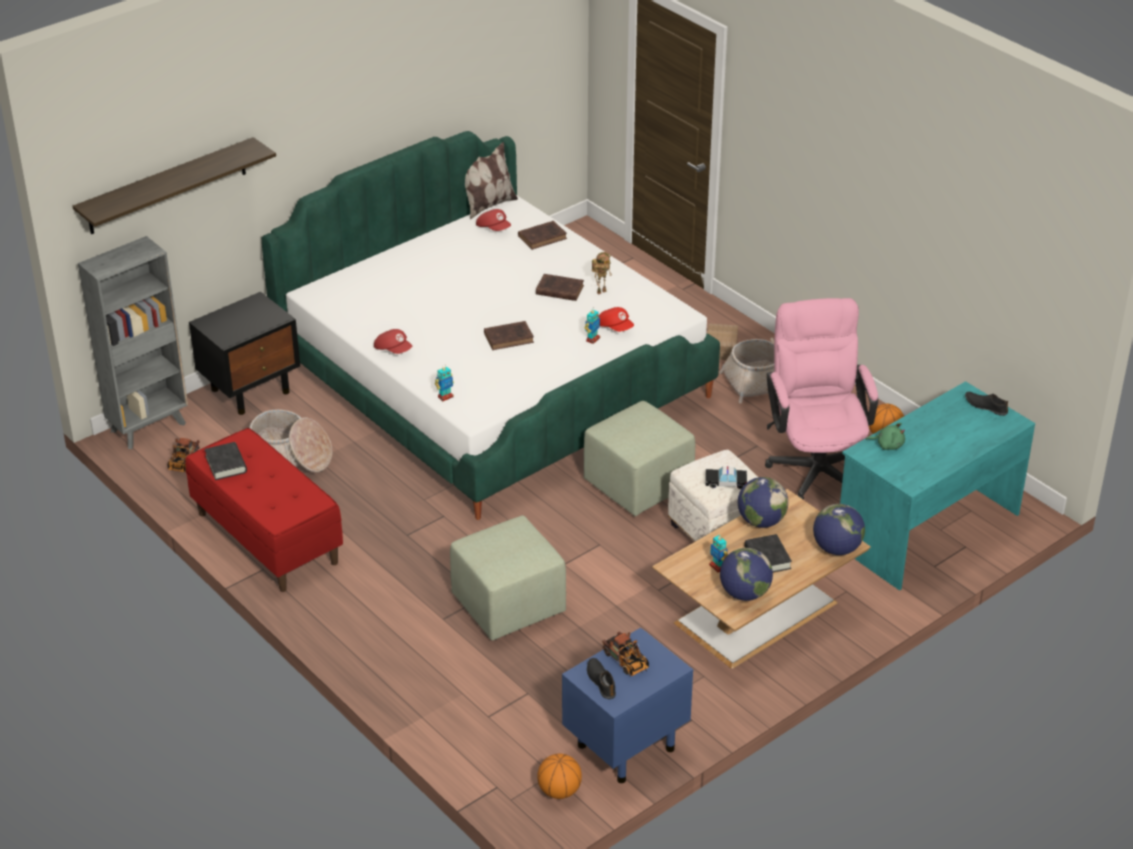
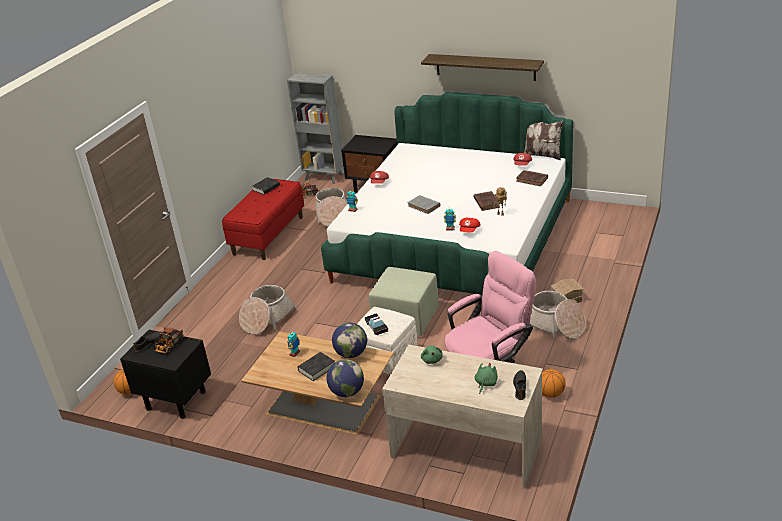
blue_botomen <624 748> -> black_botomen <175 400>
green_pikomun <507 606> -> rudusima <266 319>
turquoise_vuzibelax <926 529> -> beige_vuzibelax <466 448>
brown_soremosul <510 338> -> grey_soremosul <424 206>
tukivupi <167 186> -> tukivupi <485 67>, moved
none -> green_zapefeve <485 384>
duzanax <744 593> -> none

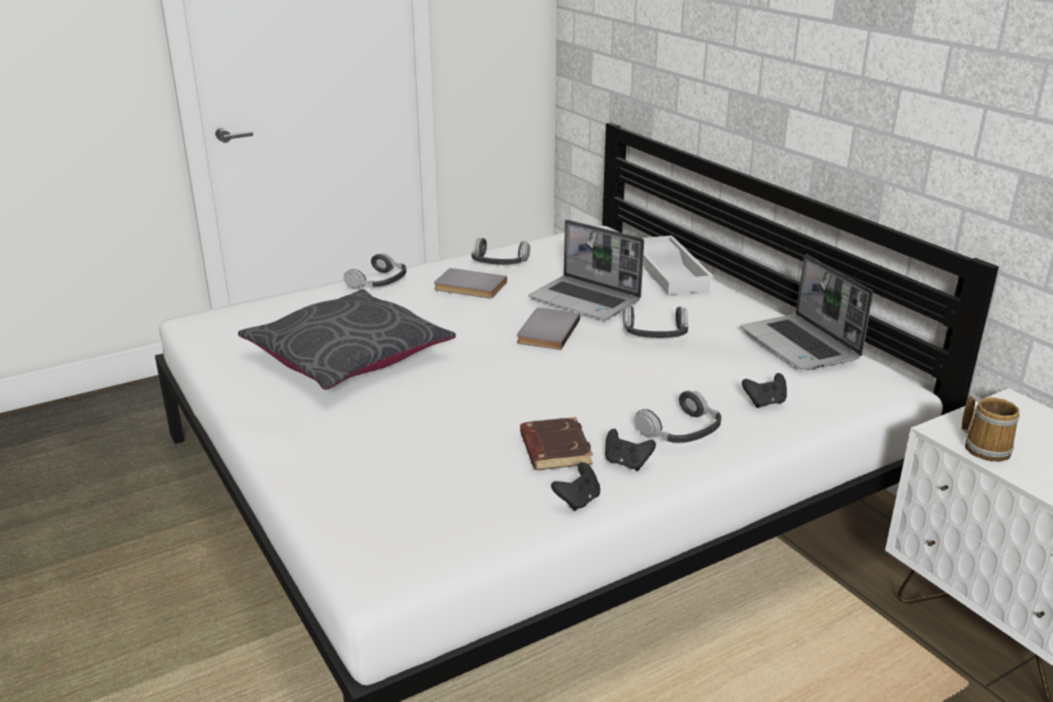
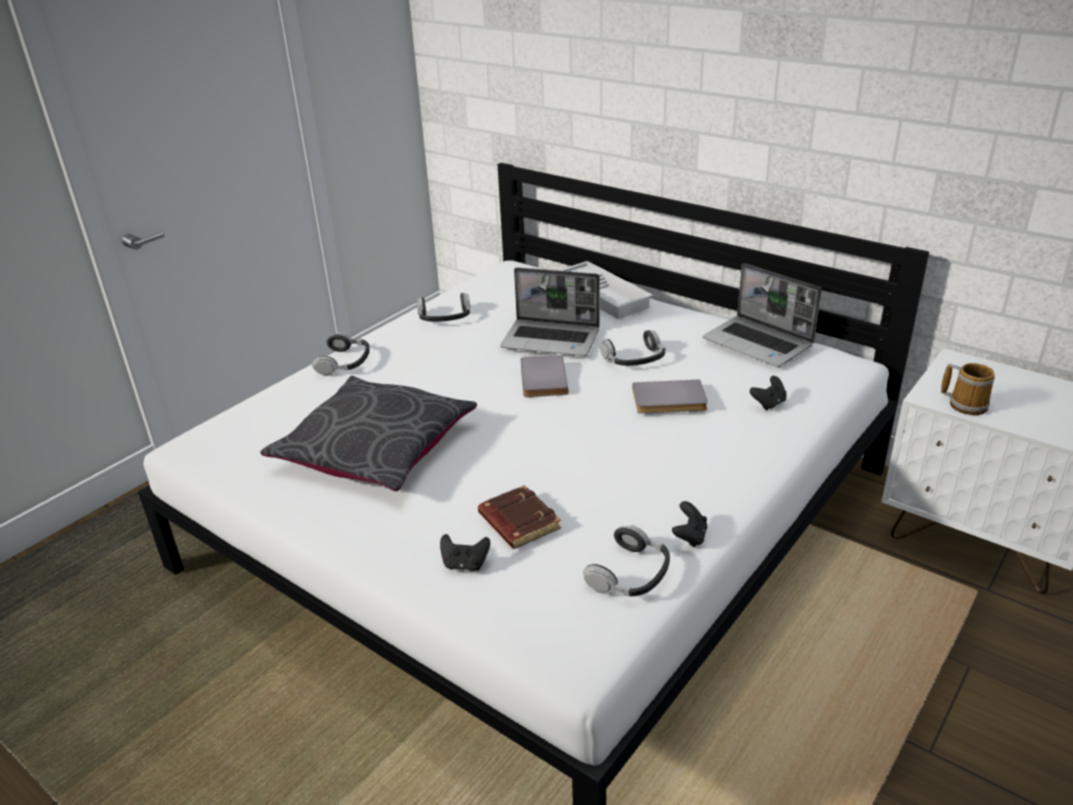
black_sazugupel <626 463> -> black_sazugupel <465 564>, moved
brown_soremosul <554 449> -> brown_soremosul <517 522>, moved
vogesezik <680 430> -> vogesezik <630 574>, moved
grey_soremosul <469 287> -> grey_soremosul <669 401>, moved

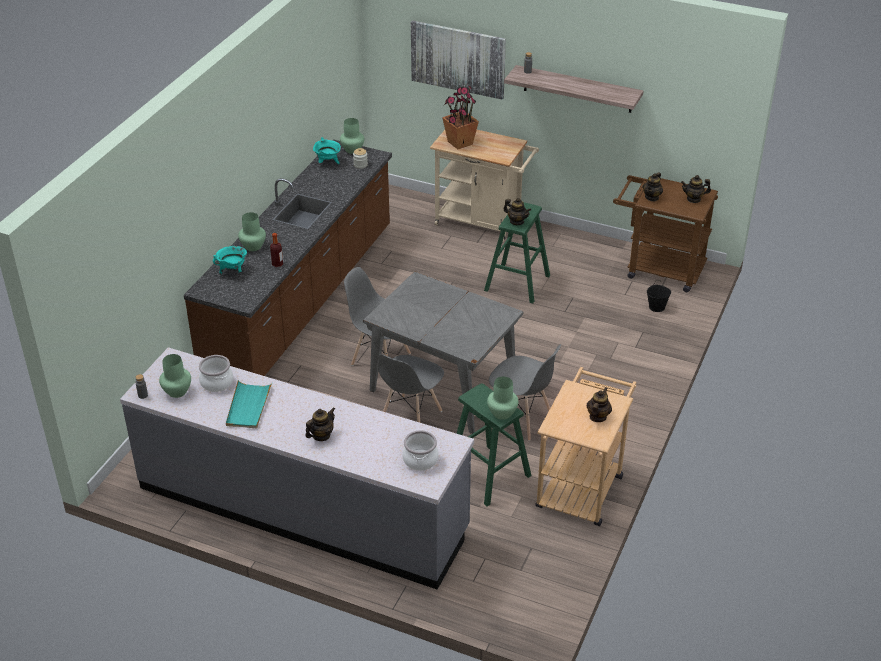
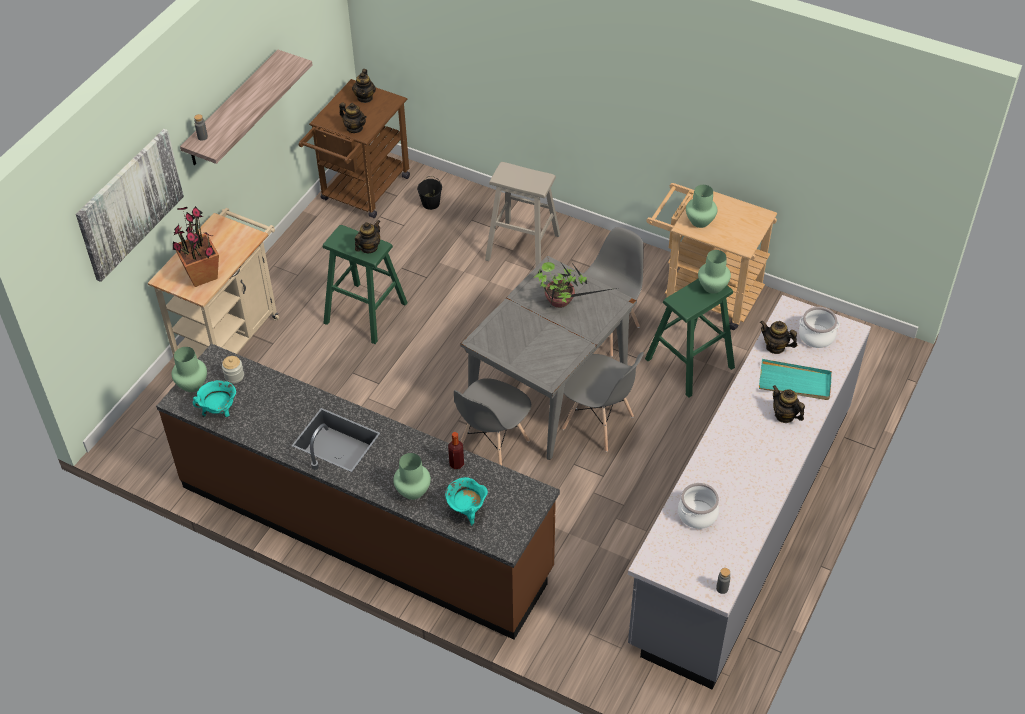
none -> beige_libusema <523 247>
none -> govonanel <561 302>
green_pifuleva <177 391> -> green_pifuleva <699 221>, moved
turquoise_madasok <248 406> -> turquoise_madasok <795 382>, moved
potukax <597 417> -> potukax <775 347>, moved

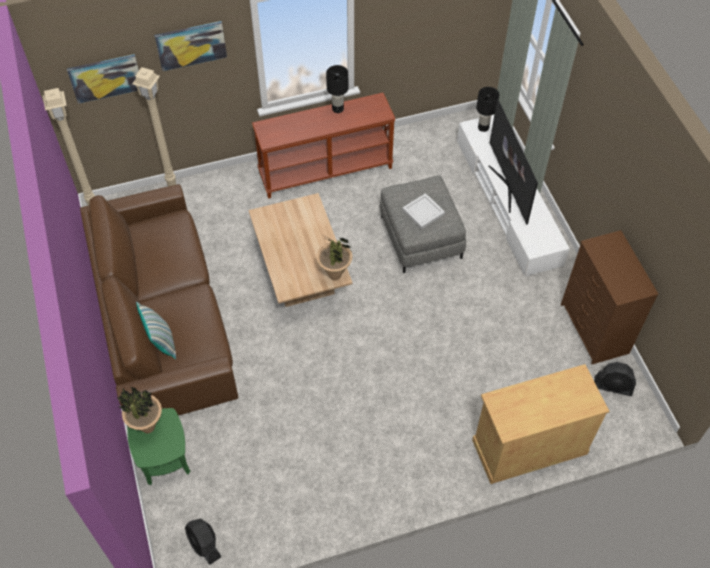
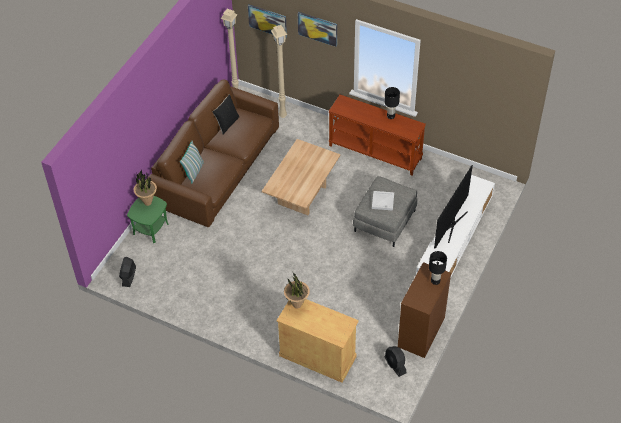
none -> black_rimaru <227 124>
govonanel <335 276> -> govonanel <297 305>, moved
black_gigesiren <483 127> -> black_gigesiren <435 281>, moved

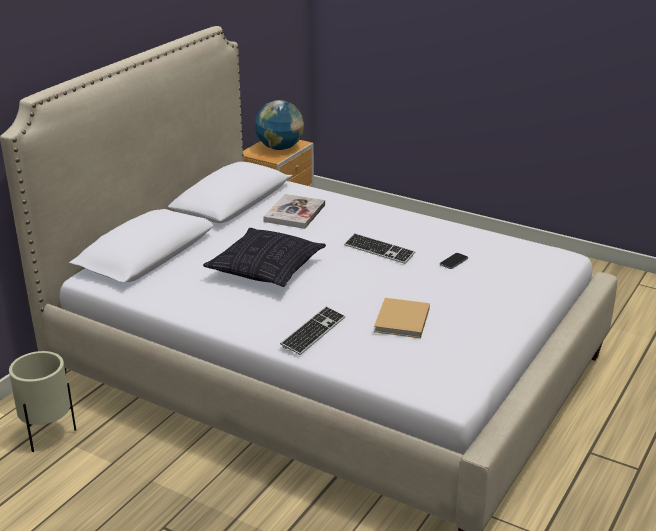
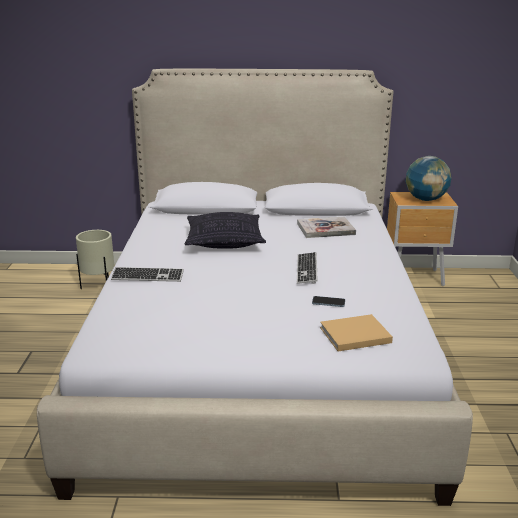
beige_soremosul <401 321> -> beige_soremosul <353 335>, moved

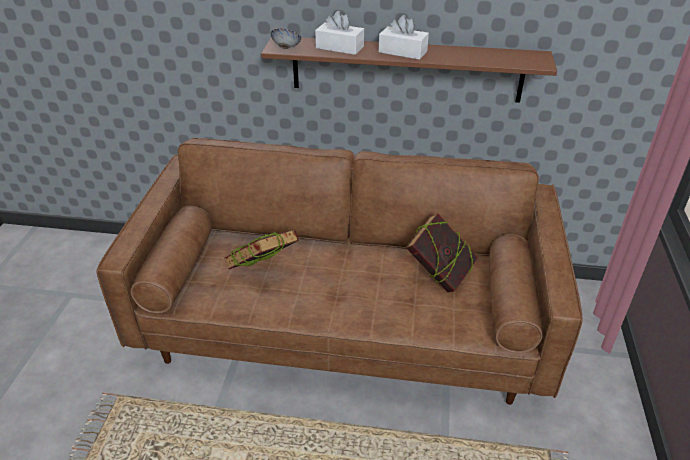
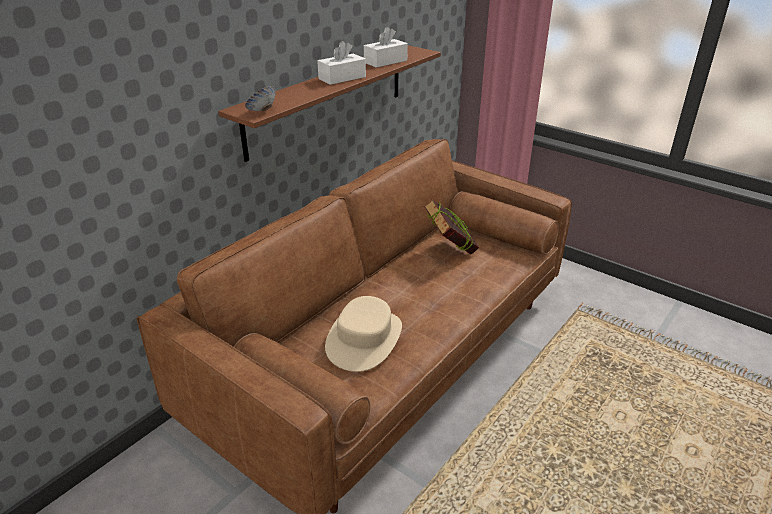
soremosul <263 273> -> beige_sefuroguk <364 339>
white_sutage <339 47> -> white_sutage <385 61>, moved

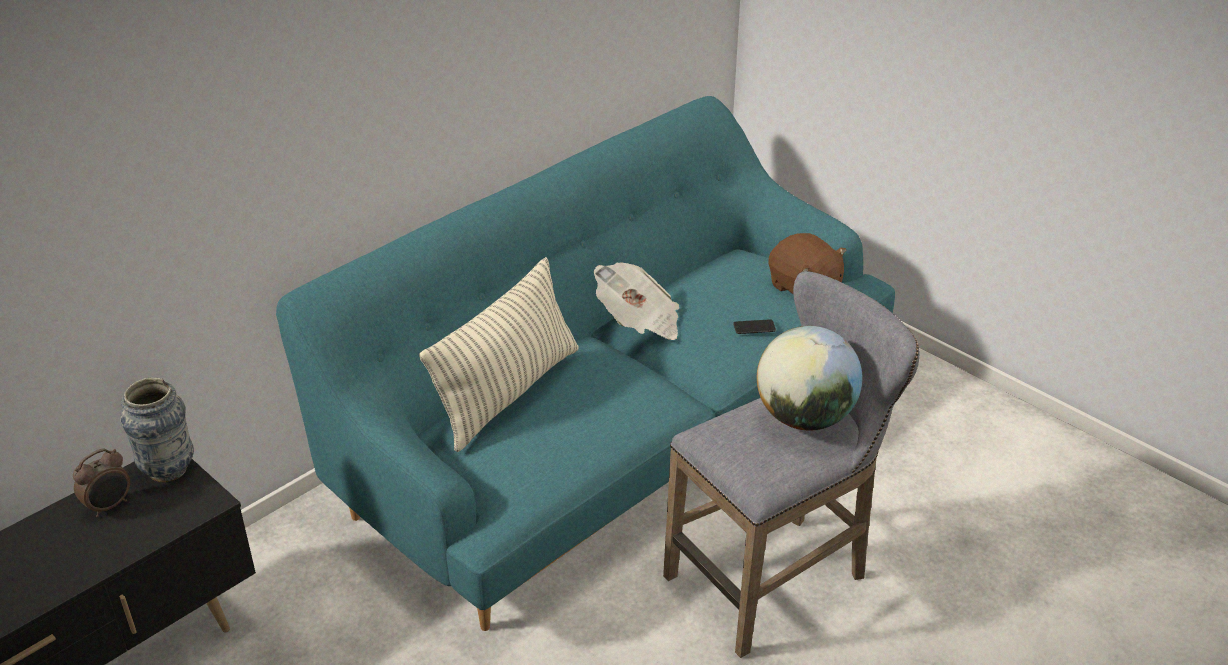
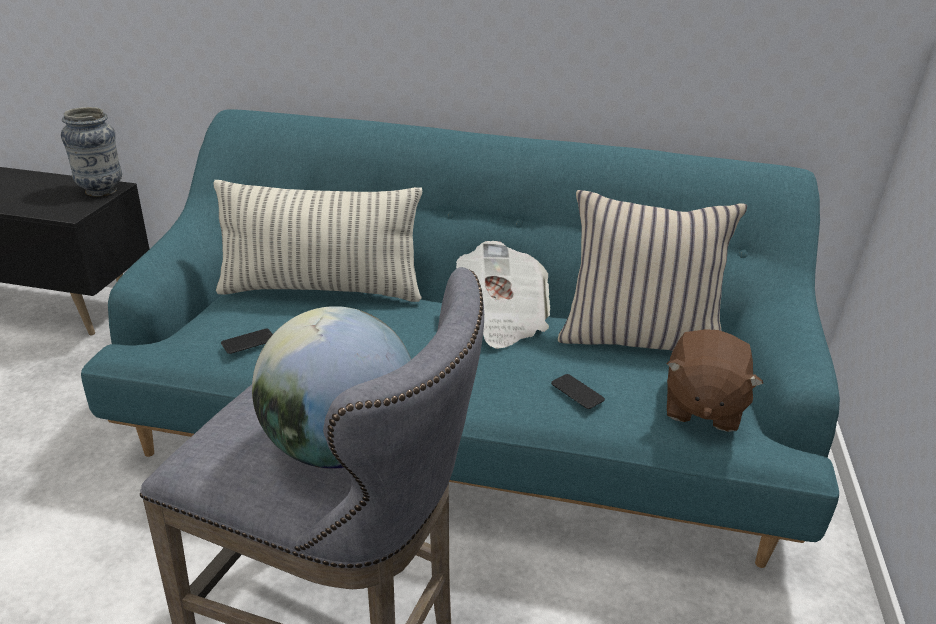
none -> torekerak <248 342>
none -> beige_rimaru <638 338>
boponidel <110 506> -> none

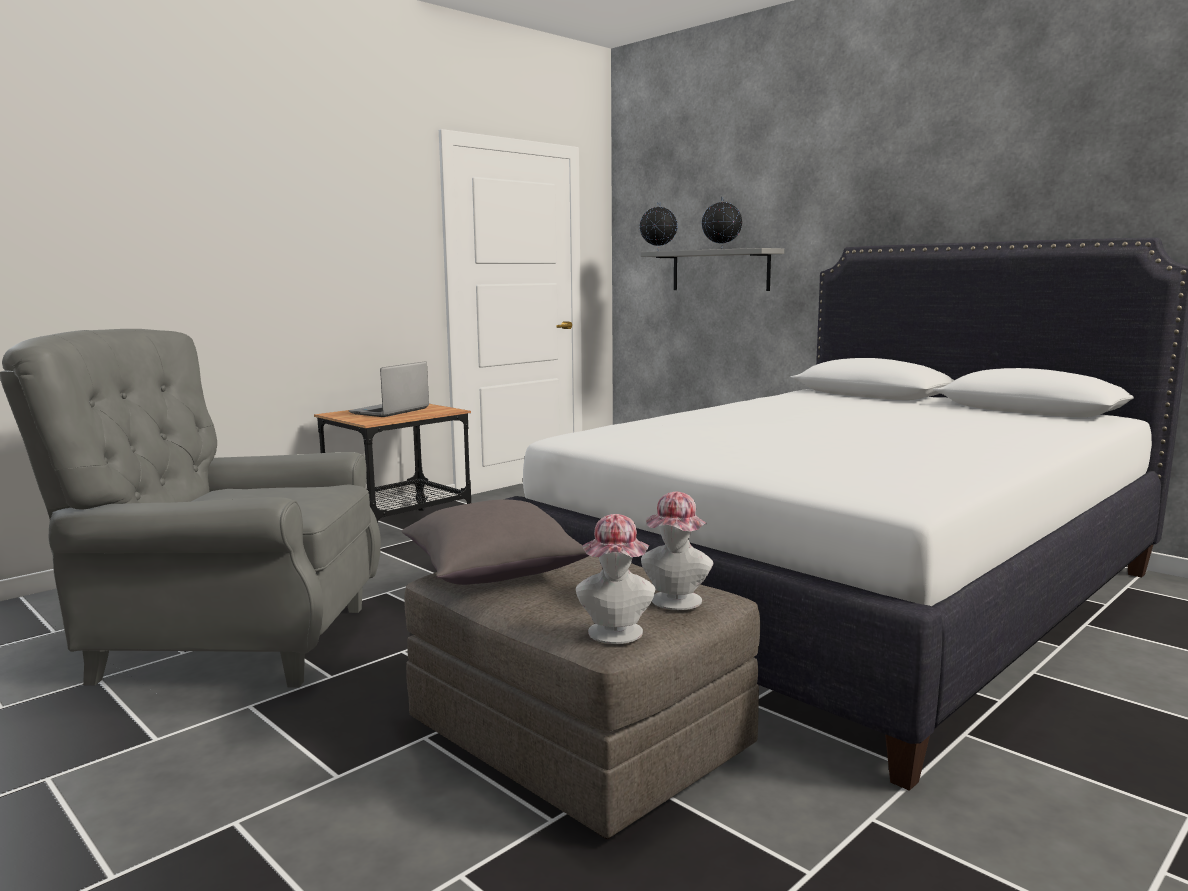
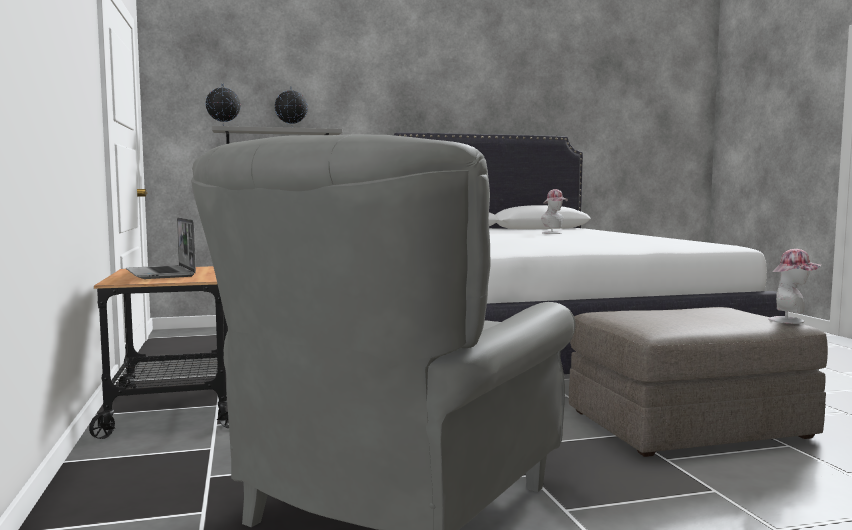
sefuroguk <675 603> -> sefuroguk <554 233>, moved
grey_rimaru <492 573> -> none

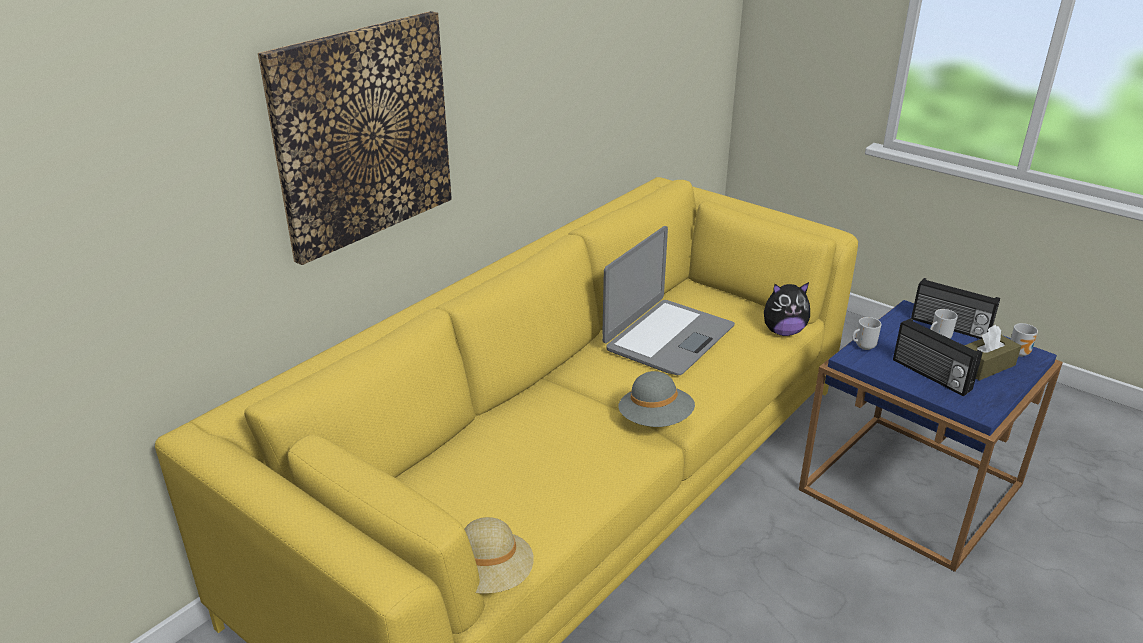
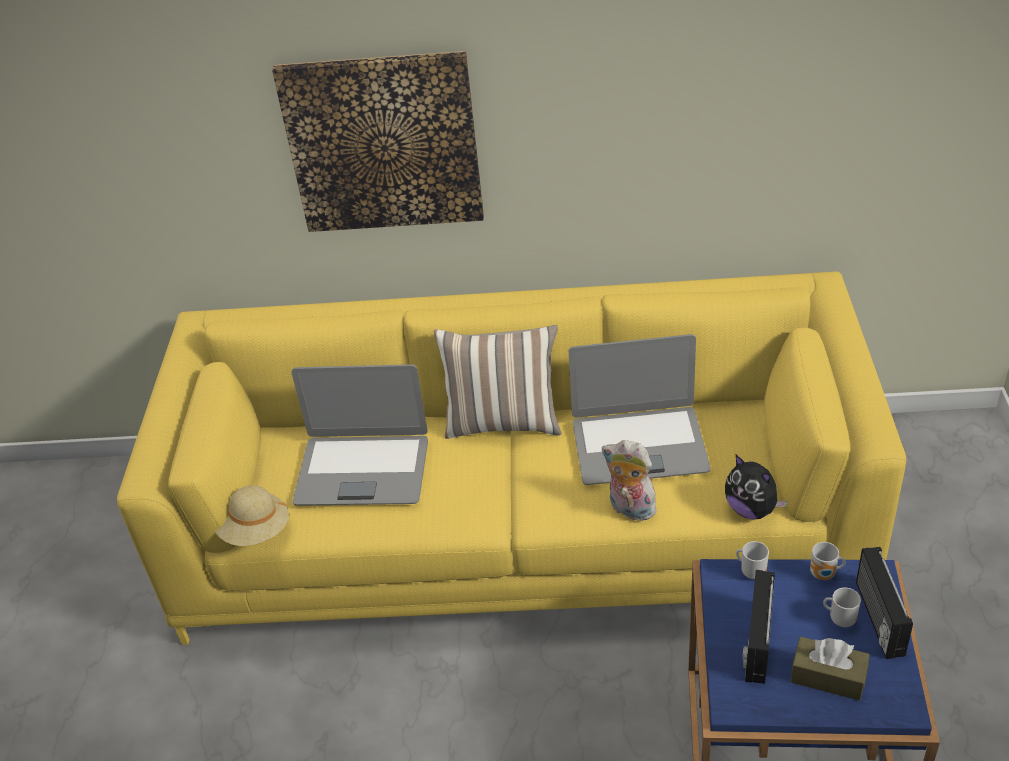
none -> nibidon <363 470>
none -> rimaru <503 422>
none -> zapefeve <629 509>
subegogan <1020 353> -> subegogan <824 575>, moved
grey_sefuroguk <655 420> -> none

